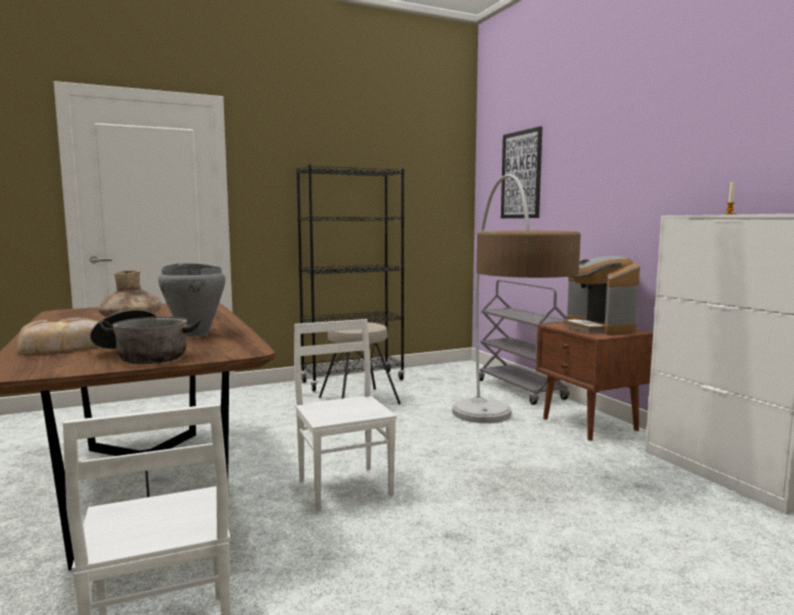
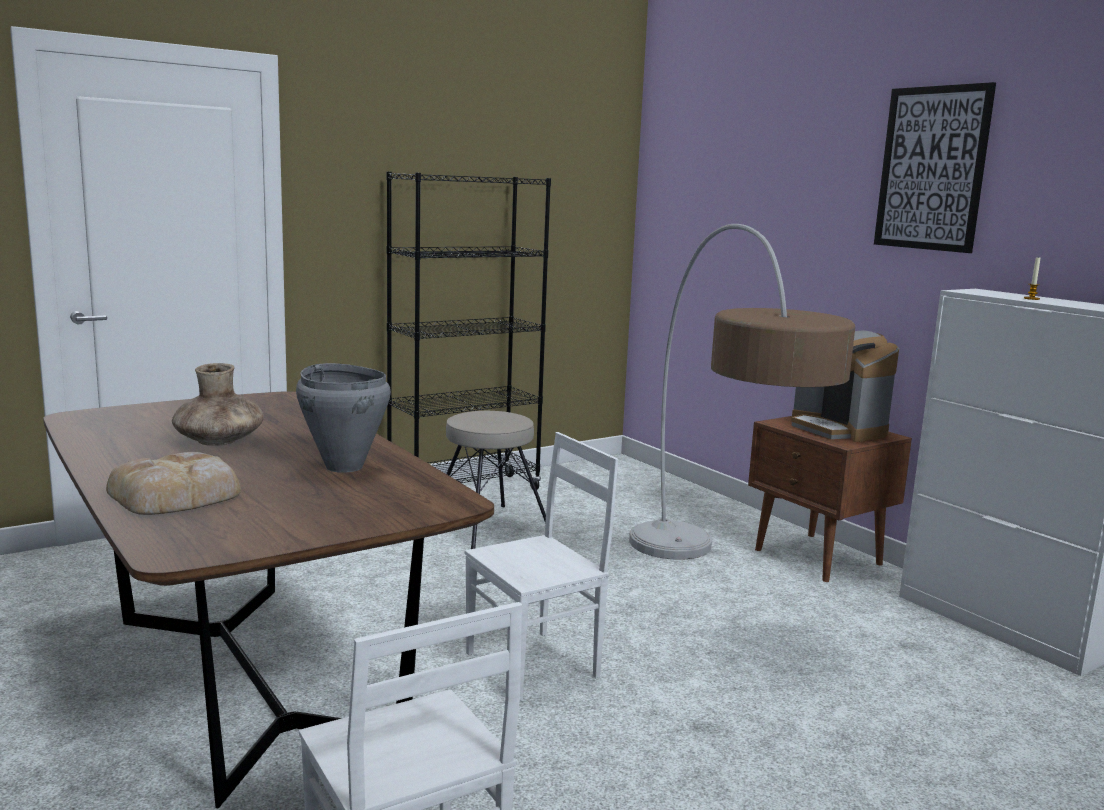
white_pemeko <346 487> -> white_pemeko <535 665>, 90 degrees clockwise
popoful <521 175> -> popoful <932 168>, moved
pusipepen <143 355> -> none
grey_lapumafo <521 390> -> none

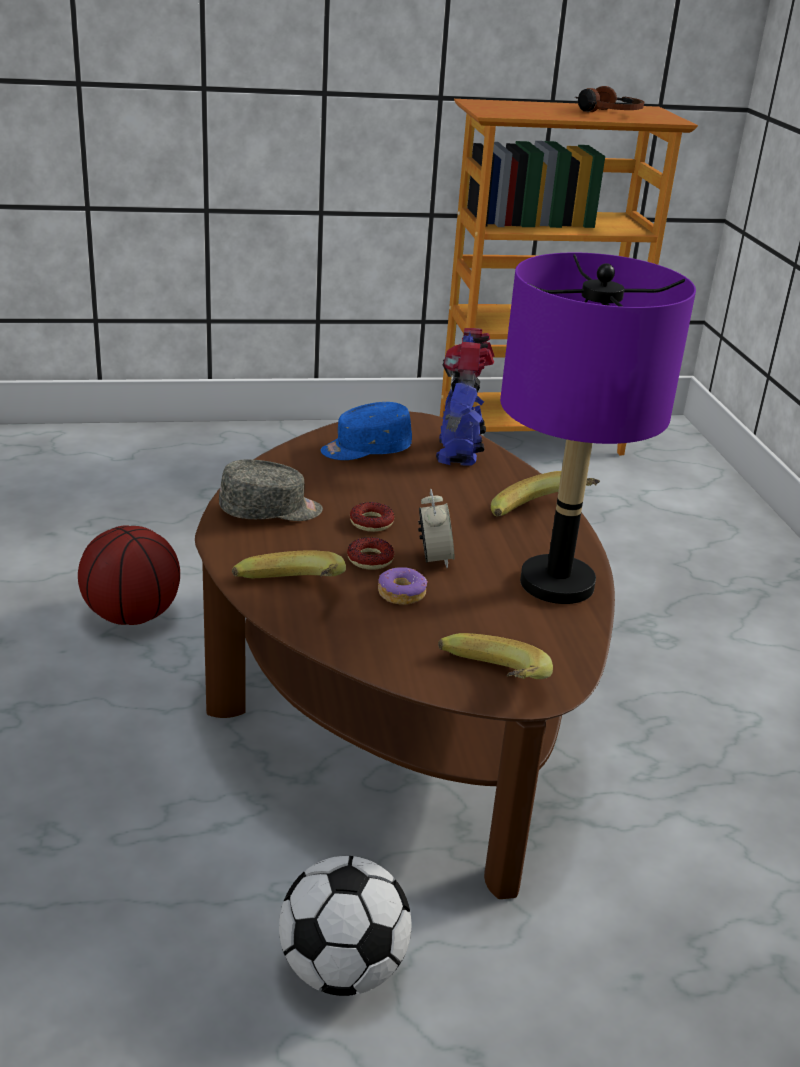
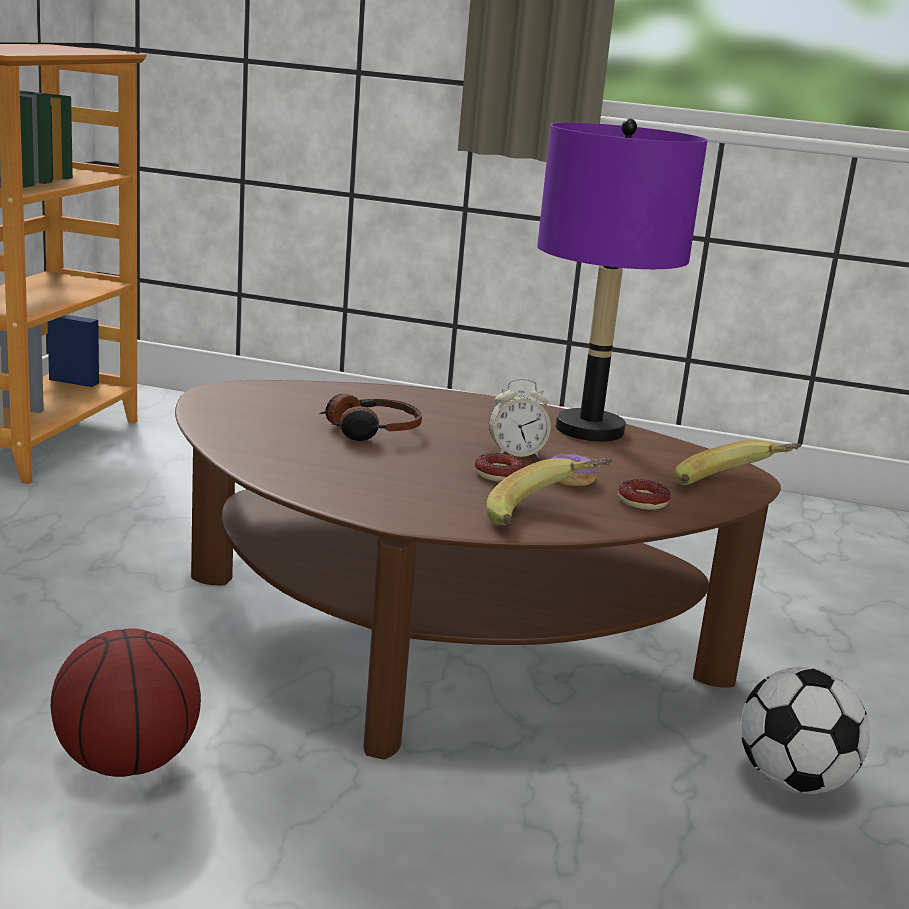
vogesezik <608 113> -> vogesezik <371 431>, moved
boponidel <434 558> -> boponidel <515 454>, 150 degrees clockwise
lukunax <371 522> -> lukunax <642 501>, moved
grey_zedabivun <271 511> -> none
blue_zedabivun <365 450> -> none
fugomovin <460 451> -> none
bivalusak <542 516> -> none

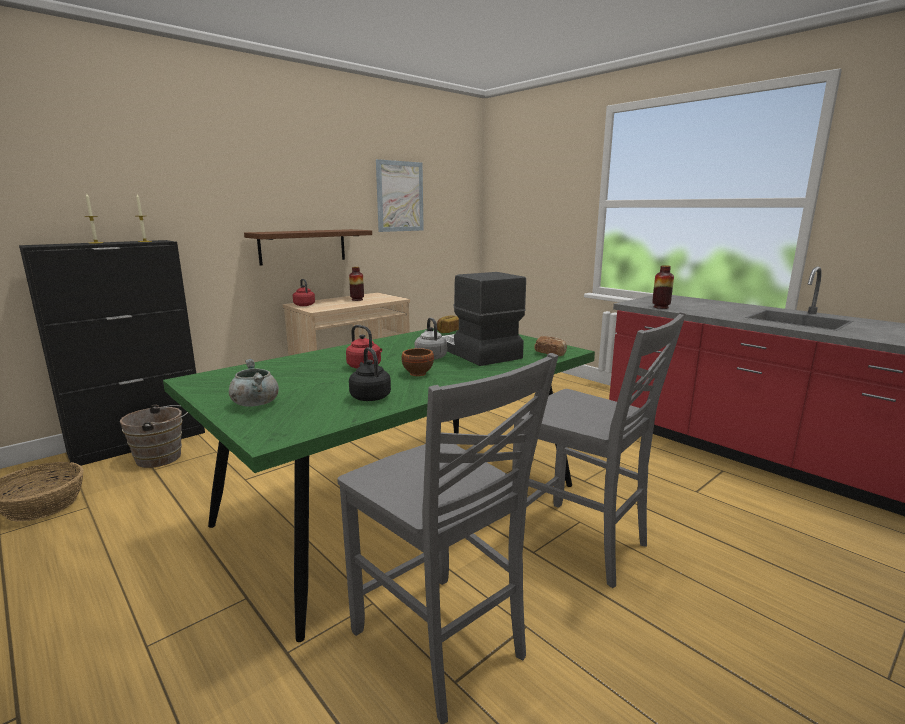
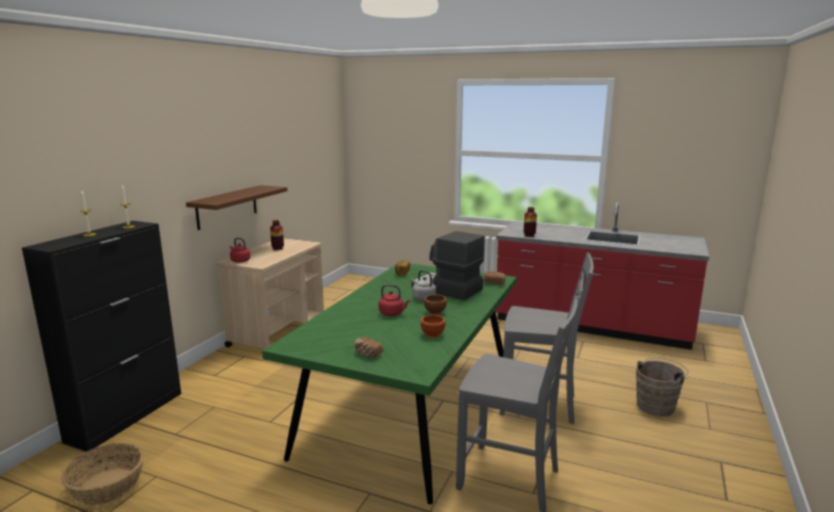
grey_pusipepen <255 403> -> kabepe <368 354>
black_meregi <369 396> -> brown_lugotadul <432 335>
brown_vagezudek <162 458> -> brown_vagezudek <657 405>, moved
popoful <400 196> -> none

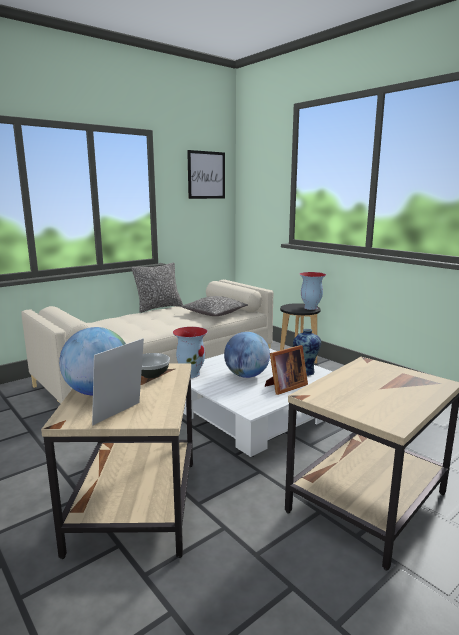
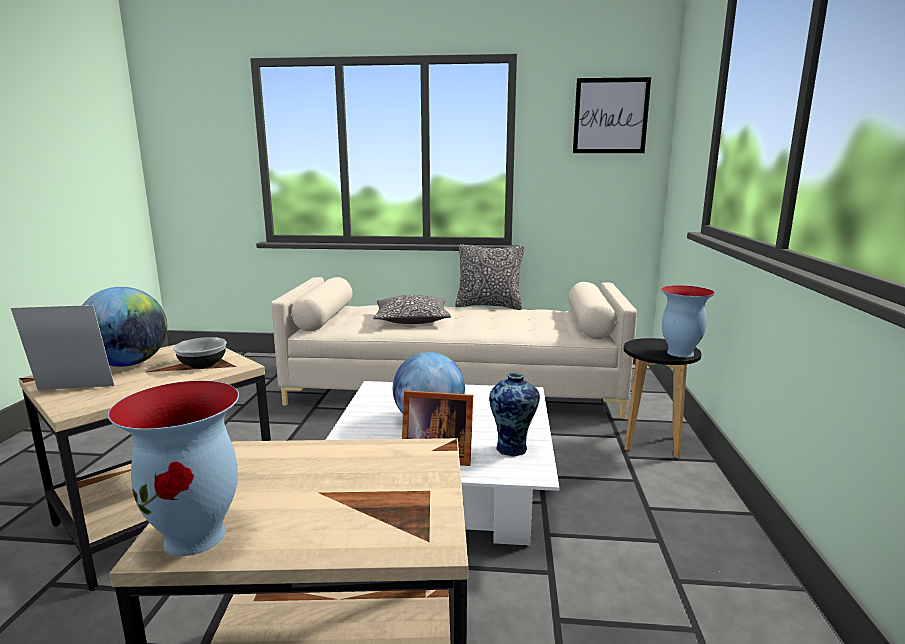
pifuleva <191 374> -> pifuleva <197 536>, moved
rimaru <214 313> -> rimaru <412 320>, moved

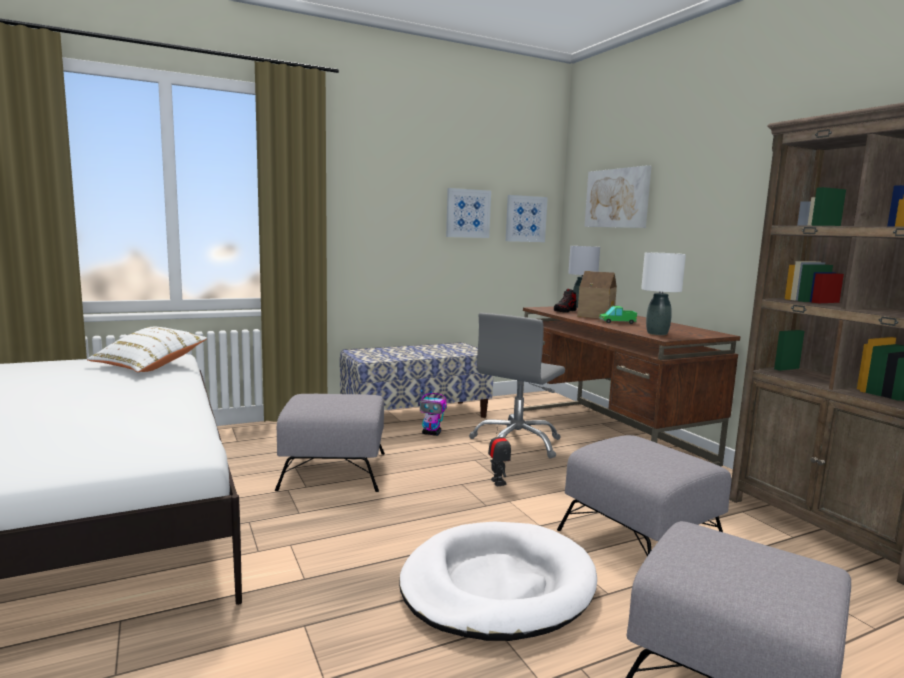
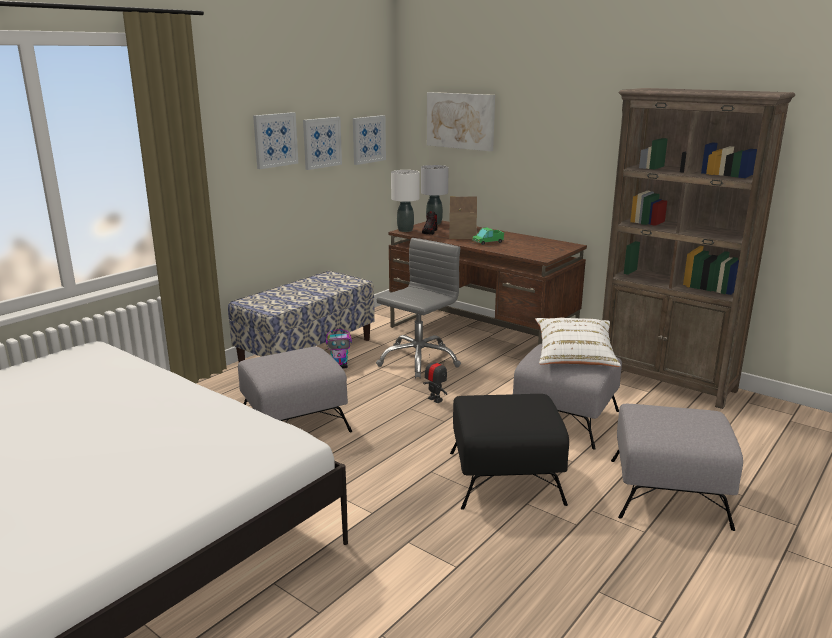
none -> popoful <275 140>
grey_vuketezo <517 443> -> grey_vuketezo <418 360>, 150 degrees counterclockwise
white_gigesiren <657 333> -> white_gigesiren <405 230>, moved
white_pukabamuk <497 586> -> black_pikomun <504 477>
white_rimaru <149 365> -> white_rimaru <574 356>, moved

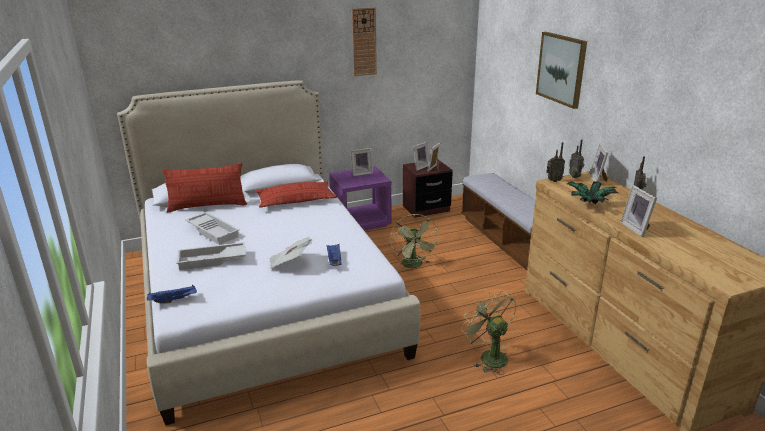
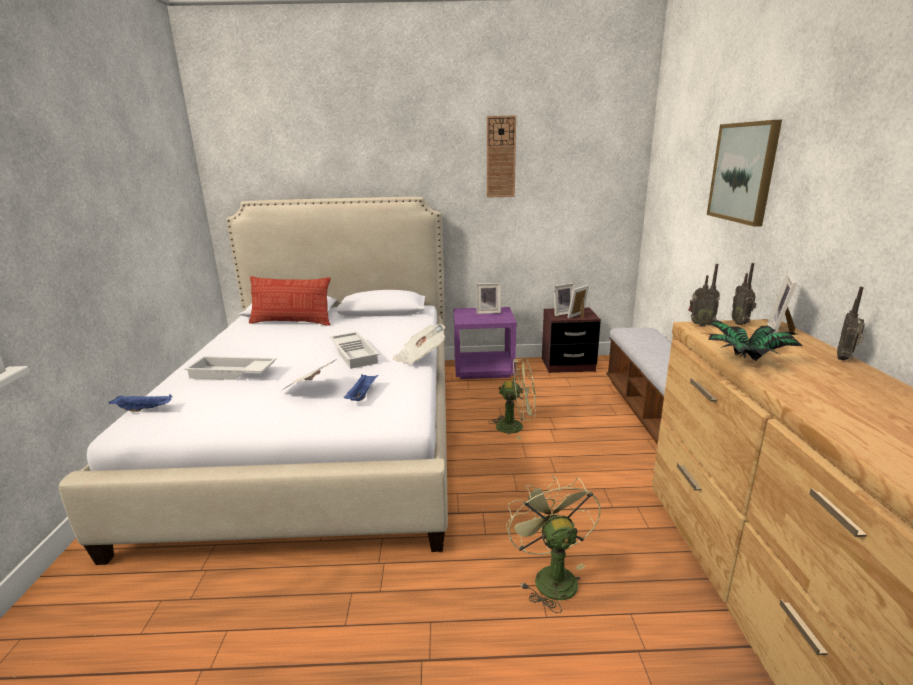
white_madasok <214 231> -> white_madasok <355 354>, moved
none -> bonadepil <419 357>
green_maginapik <414 265> -> green_maginapik <516 426>, 90 degrees counterclockwise
rimaru <296 199> -> none
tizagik <637 228> -> none

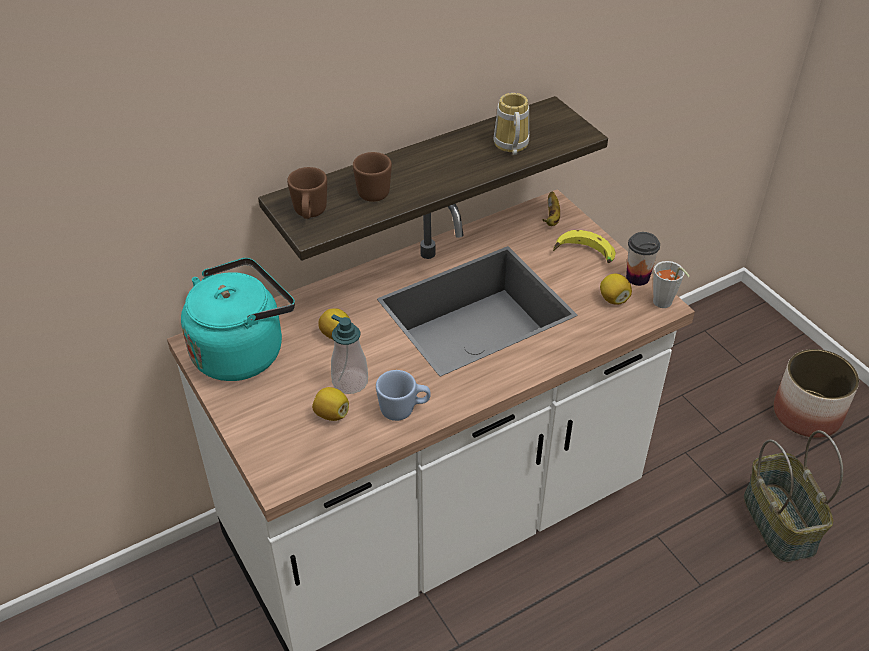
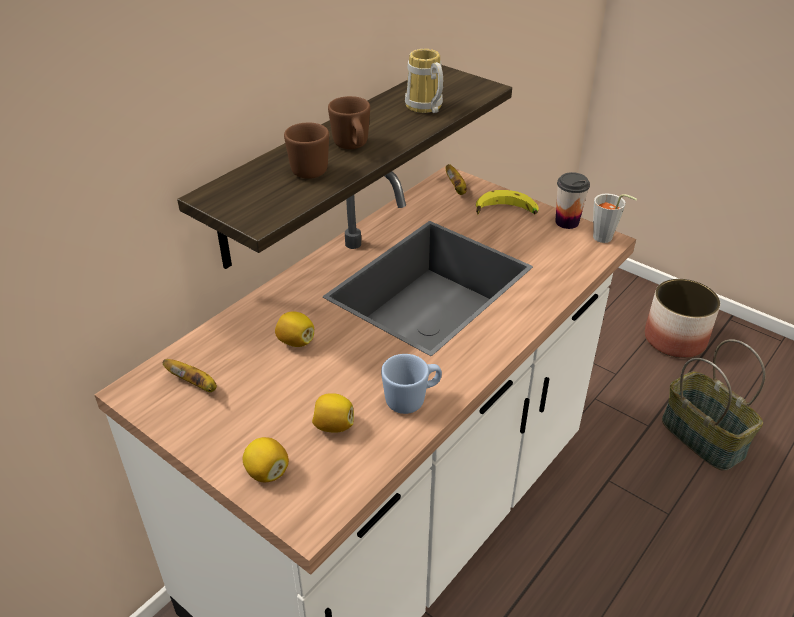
turquoise_meregi <243 350> -> bivalusak <195 384>
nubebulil <613 299> -> nubebulil <267 472>, moved
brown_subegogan <309 214> -> brown_subegogan <352 146>, moved
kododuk <350 382> -> none

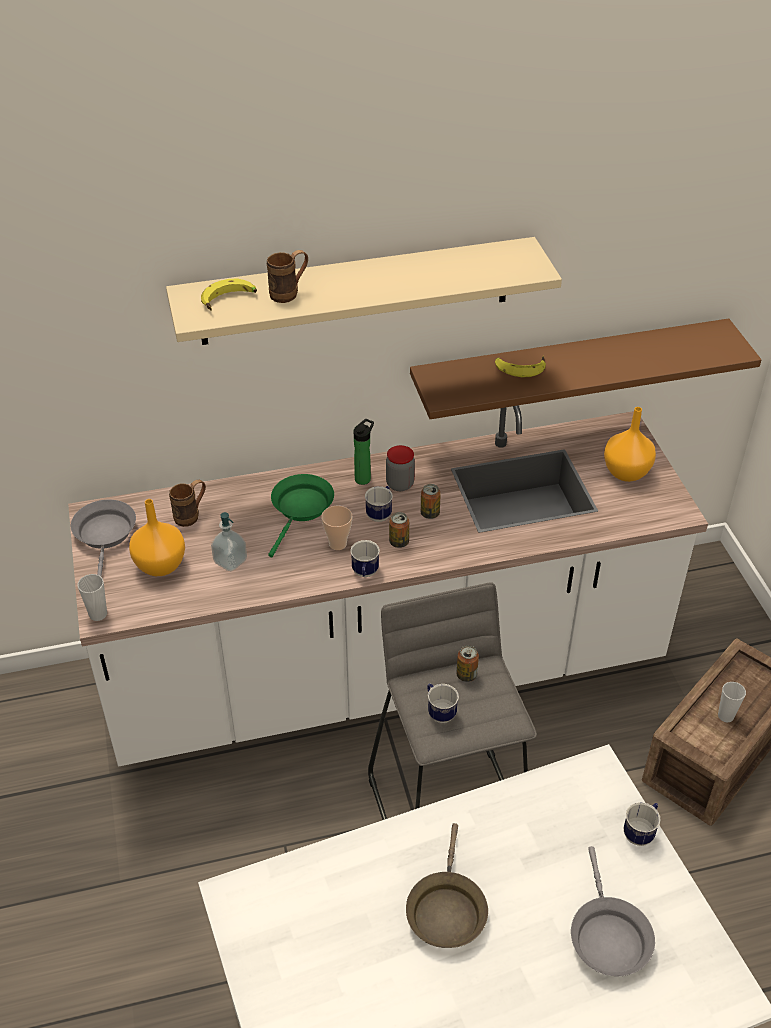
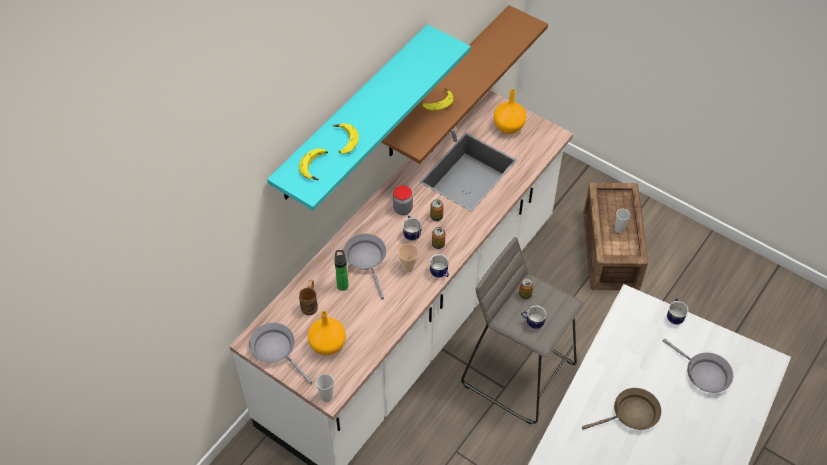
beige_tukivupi <356 291> -> turquoise_tukivupi <352 114>
brown_subegogan <289 293> -> bivalusak <343 141>
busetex <364 478> -> busetex <342 284>, moved
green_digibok <301 509> -> grey_digibok <366 259>
brown_digibok <446 909> -> brown_digibok <631 414>, 75 degrees counterclockwise
kododuk <230 561> -> none

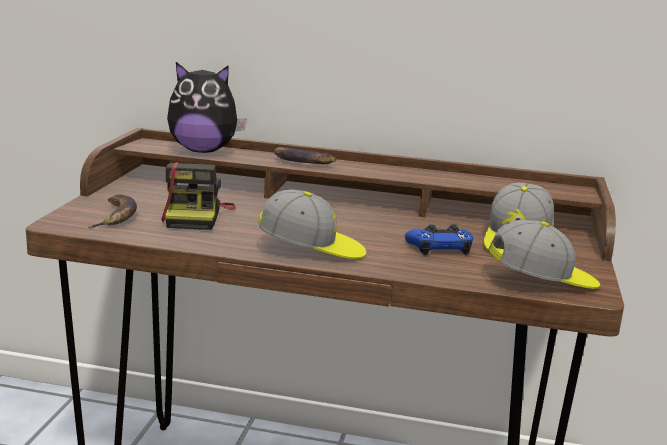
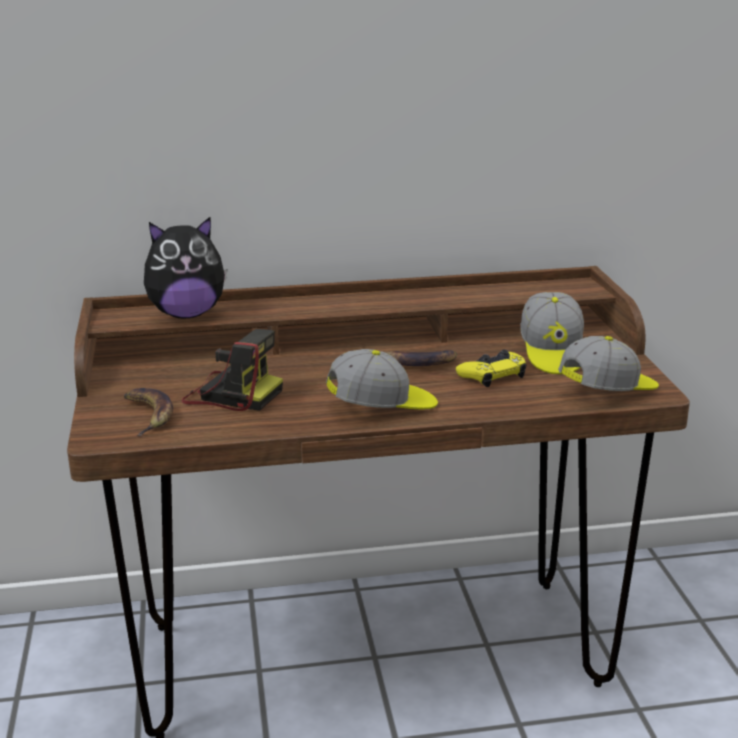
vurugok <196 216> -> vurugok <231 394>, 45 degrees counterclockwise
bivalusak <302 161> -> bivalusak <419 362>, moved
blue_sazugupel <439 247> -> yellow_sazugupel <492 375>

